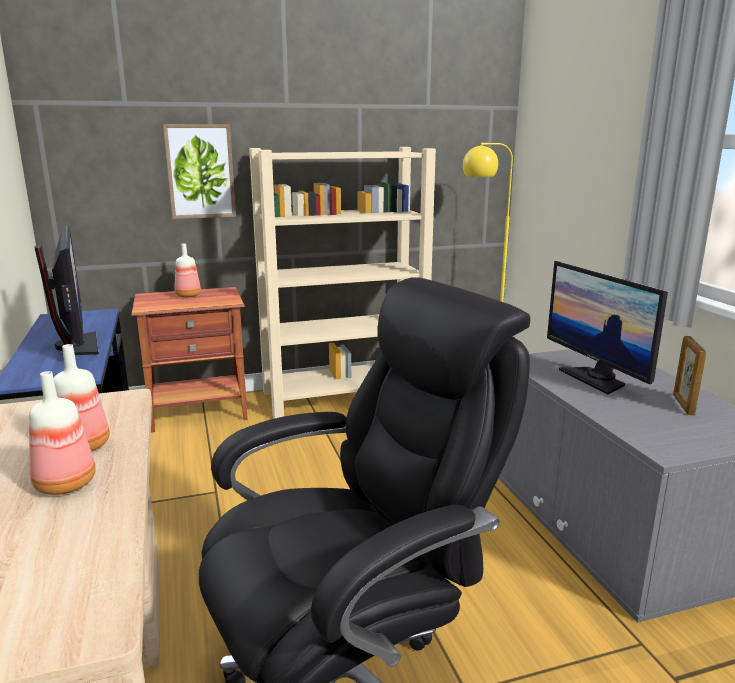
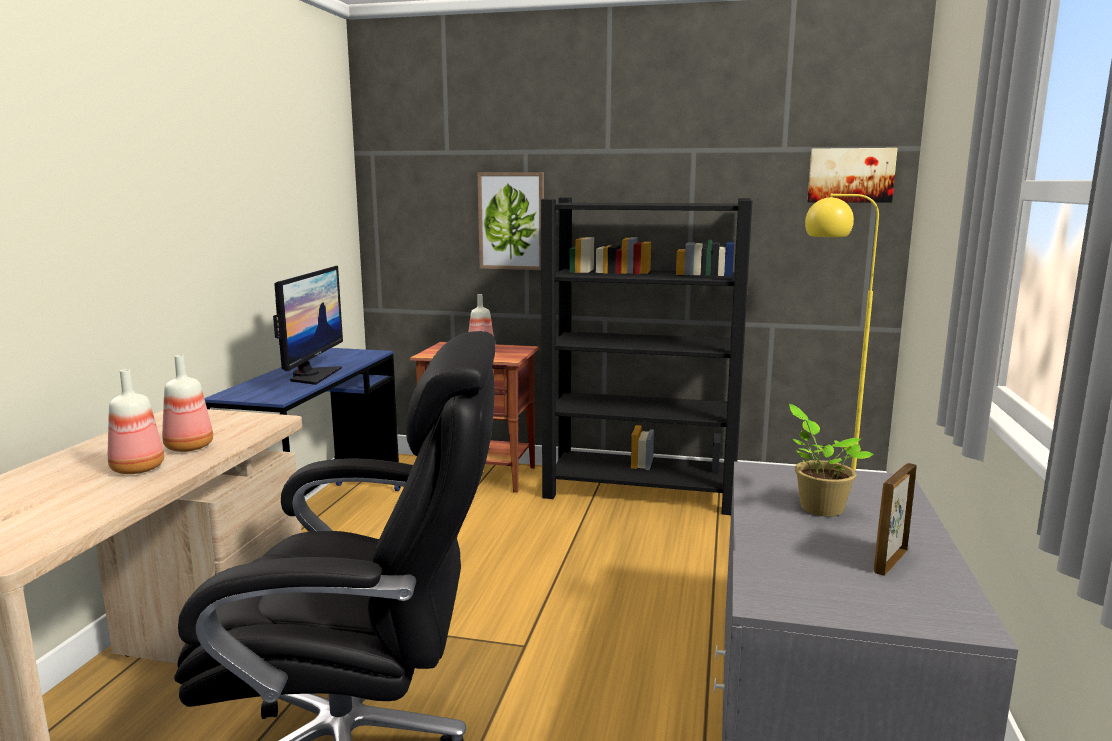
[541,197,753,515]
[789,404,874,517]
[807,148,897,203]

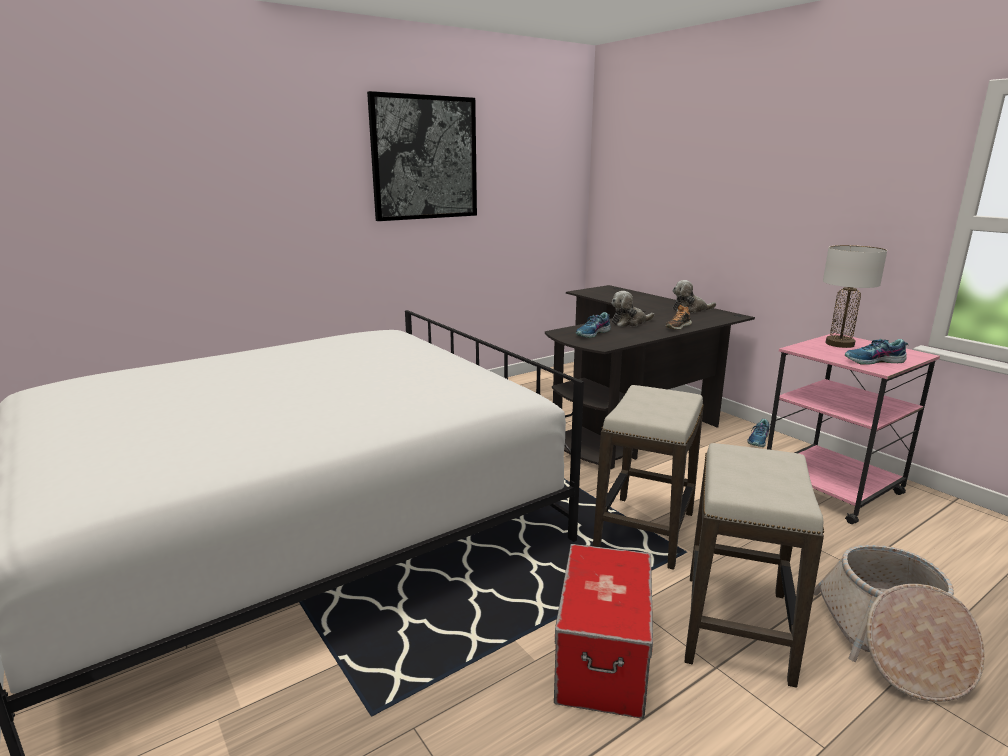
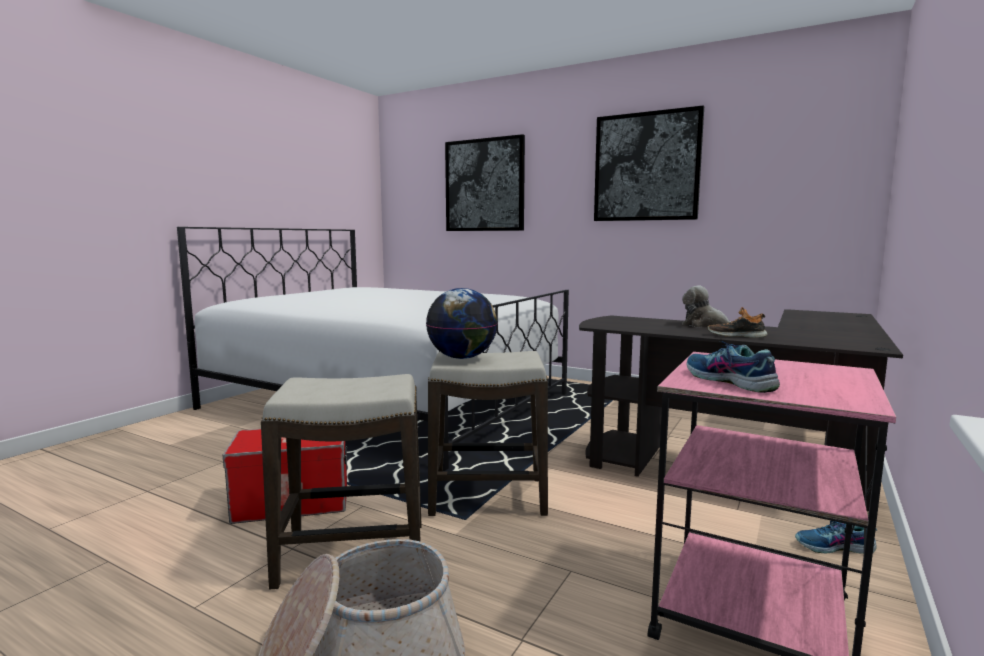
[576,312,611,338] (first image)
[672,280,716,313] (first image)
[823,245,887,348] (first image)
[426,288,497,359]
[445,134,525,231]

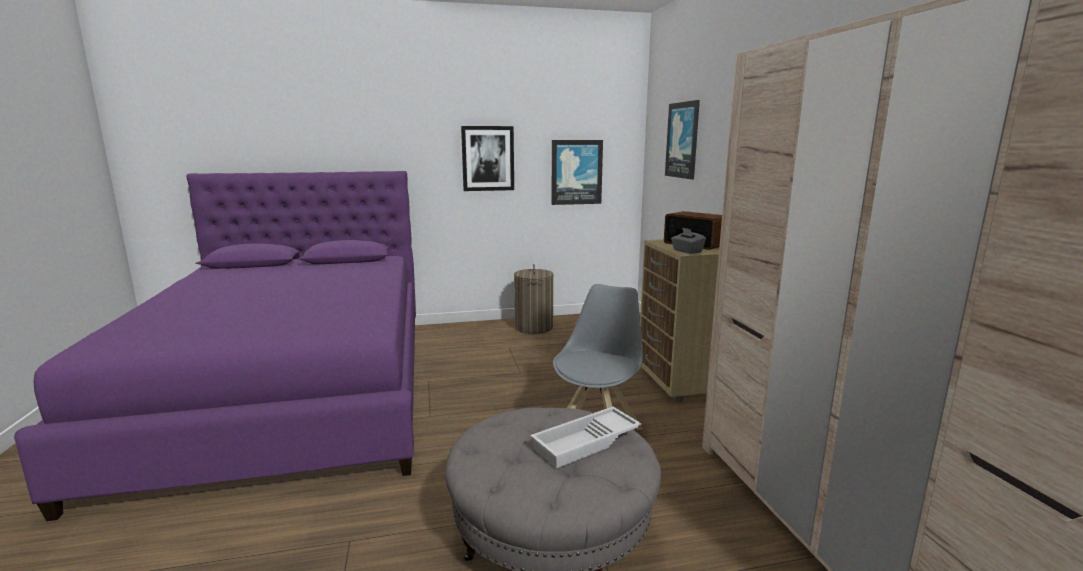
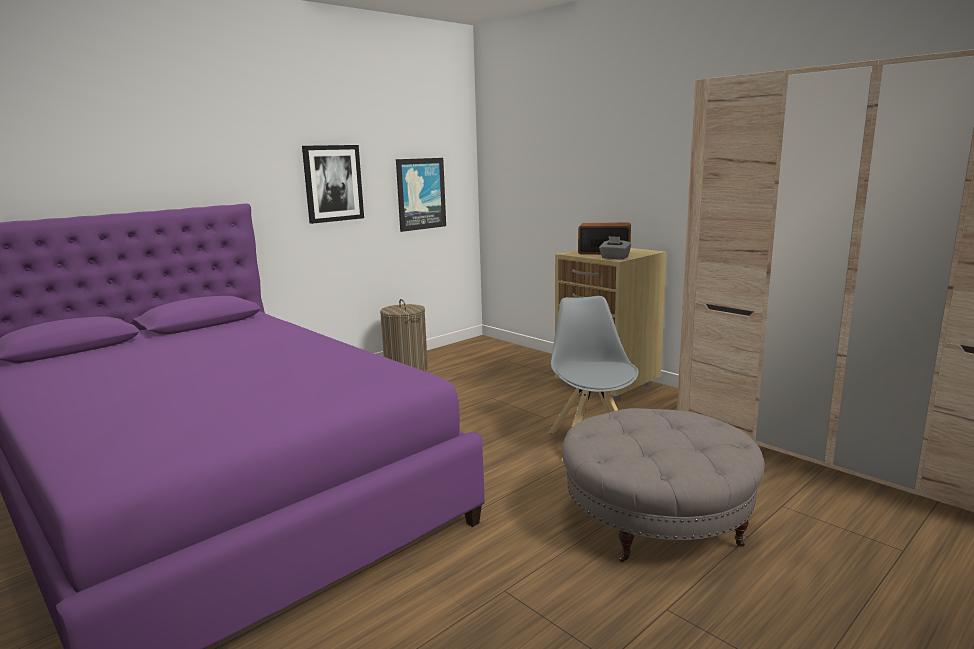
[530,407,642,469] (first image)
[665,100,700,180] (first image)

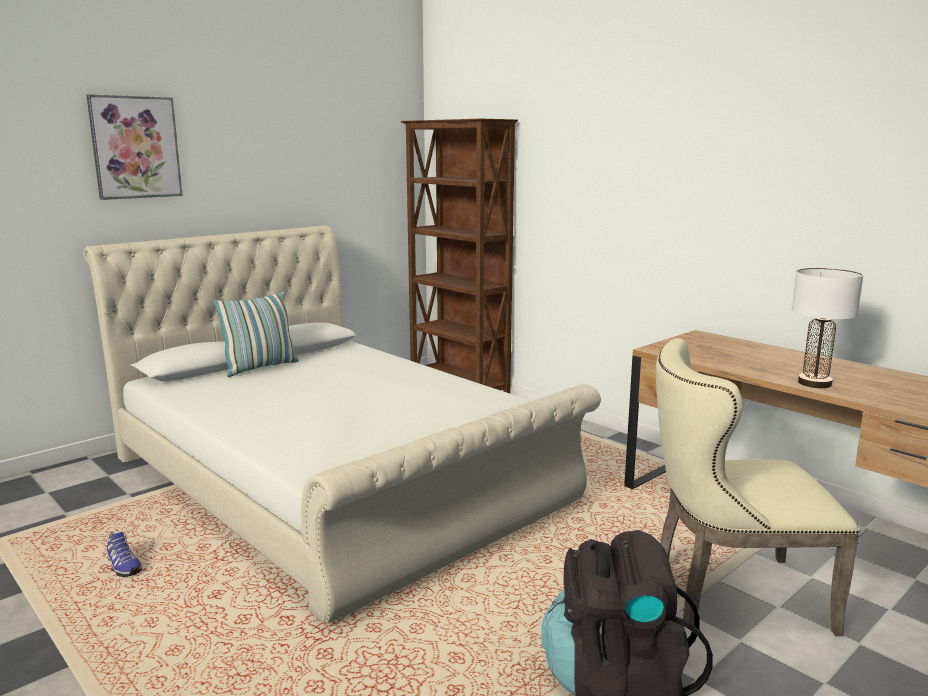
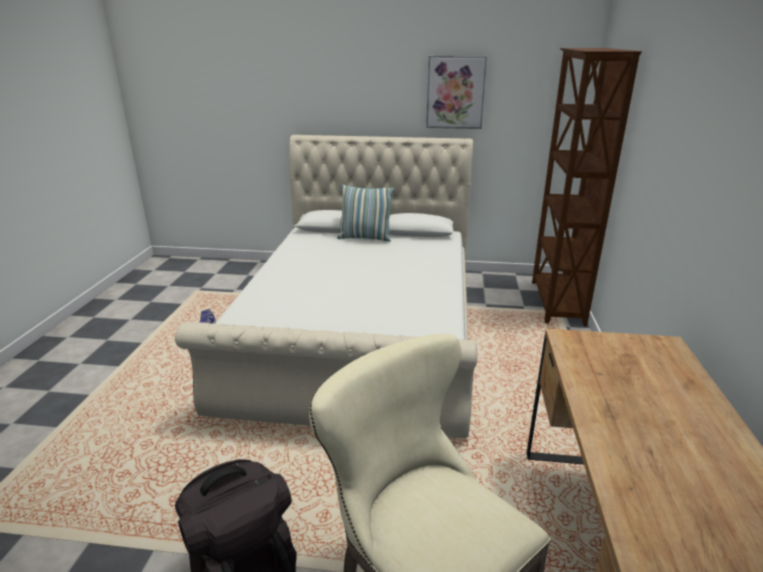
[426,56,487,129]
[792,268,863,388] (first image)

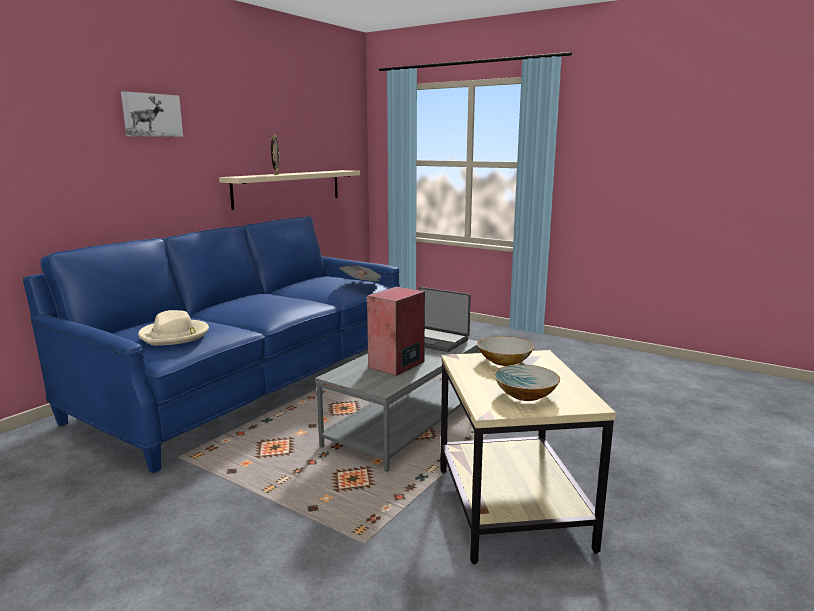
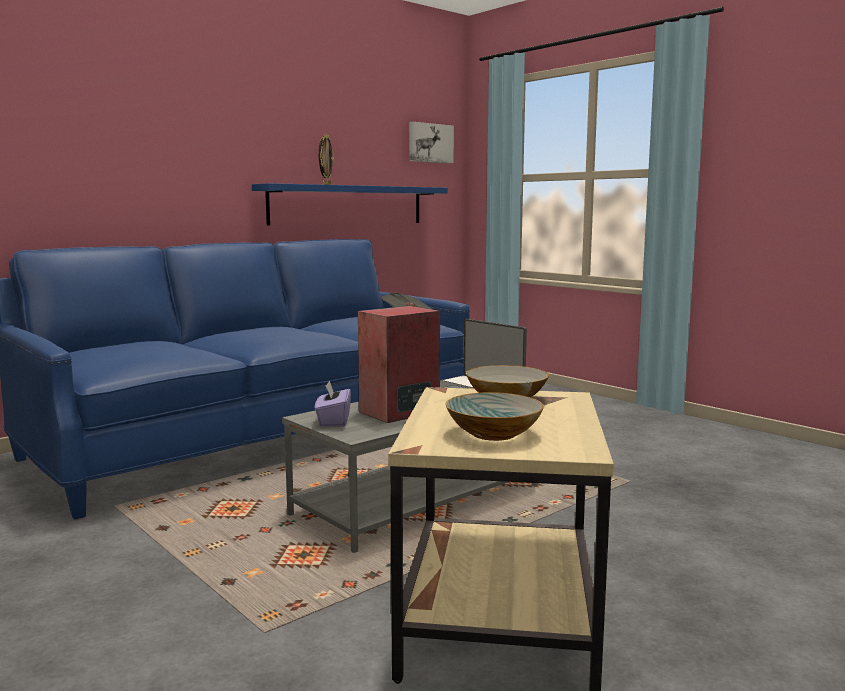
[409,122,454,164]
[138,310,209,345] (first image)
[252,183,448,226]
[315,380,351,427]

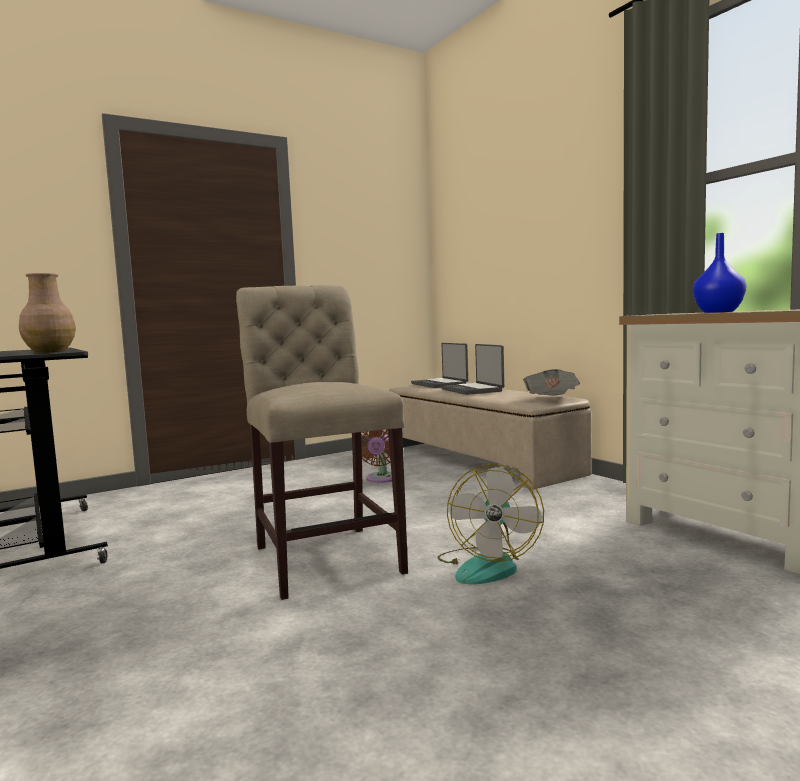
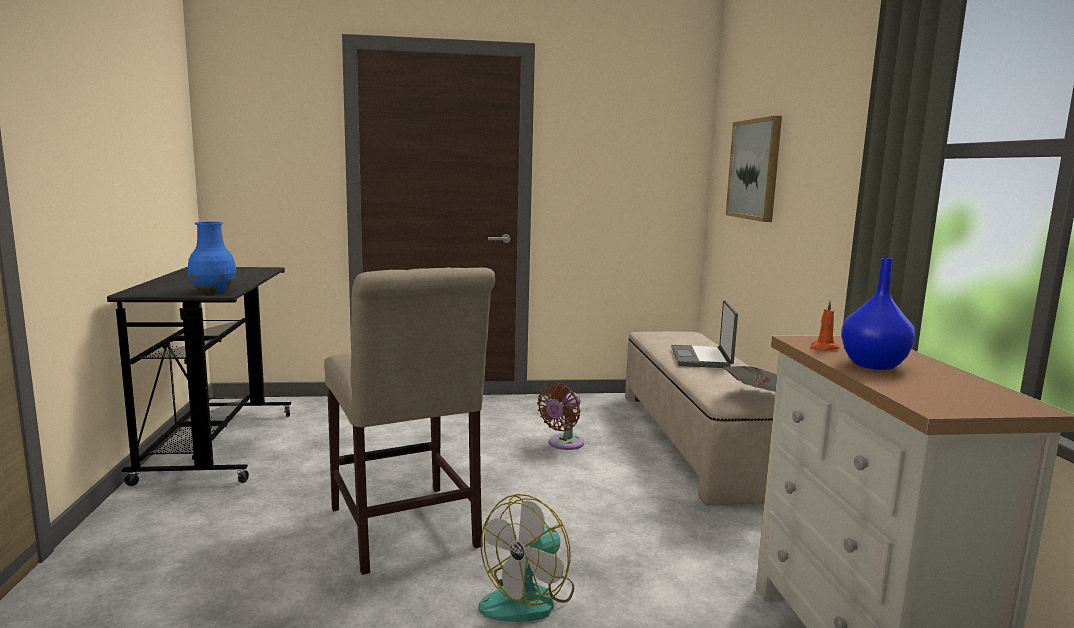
[188,222,236,294]
[324,267,495,575]
[411,343,468,388] (first image)
[726,116,782,222]
[810,301,840,350]

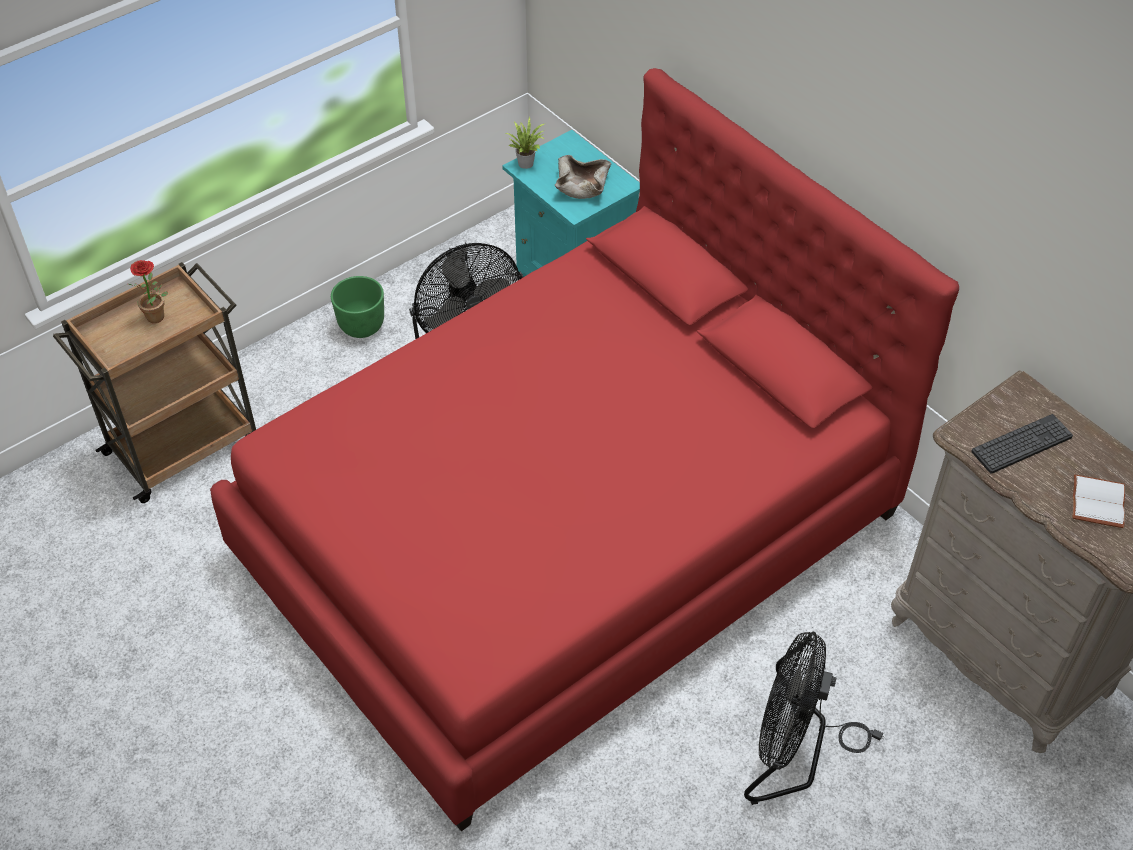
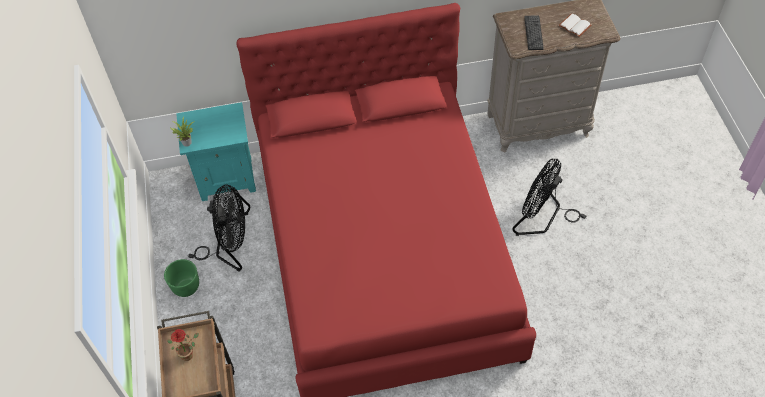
[555,155,611,199] (first image)
[512,158,587,236]

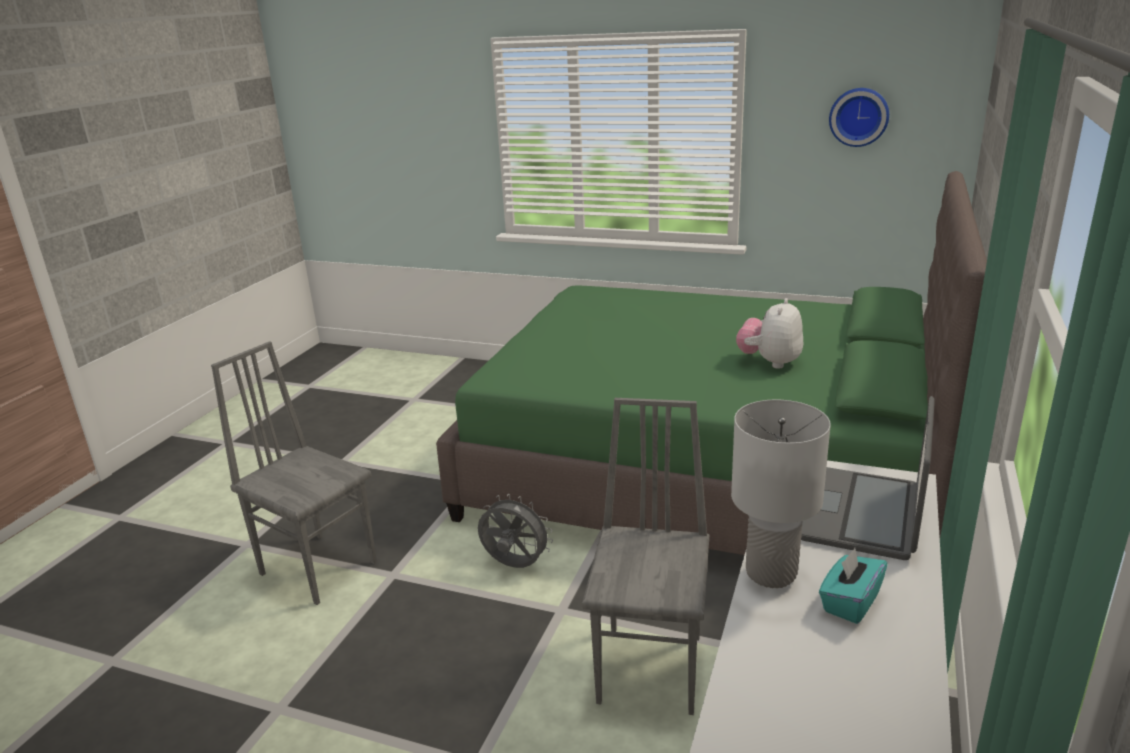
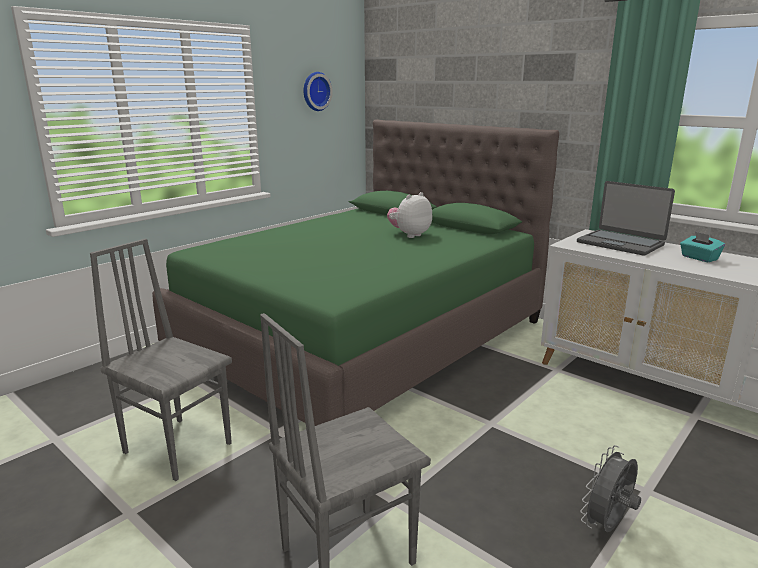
[580,445,641,532]
[90,239,232,481]
[731,400,831,588] (first image)
[387,192,432,238]

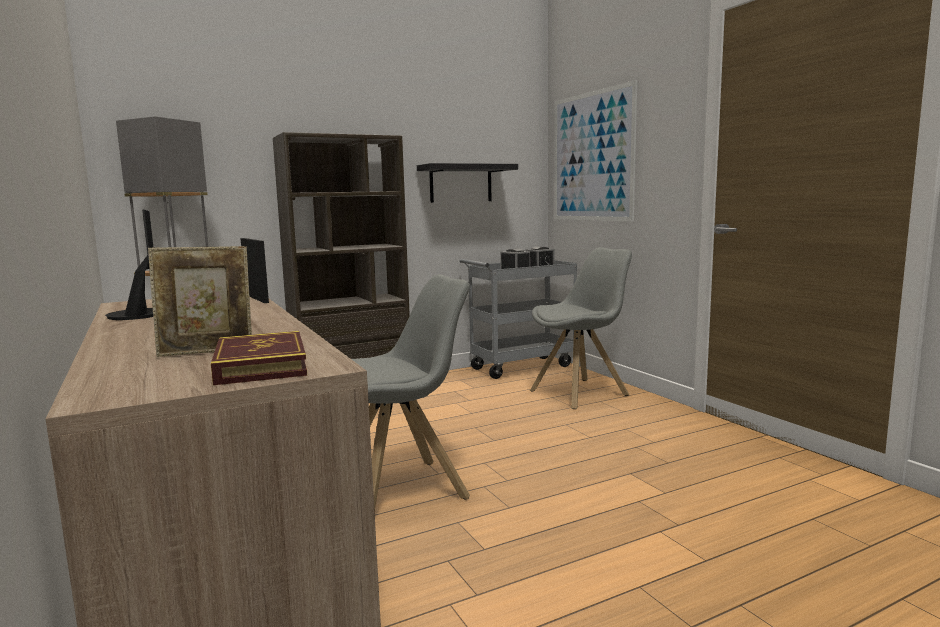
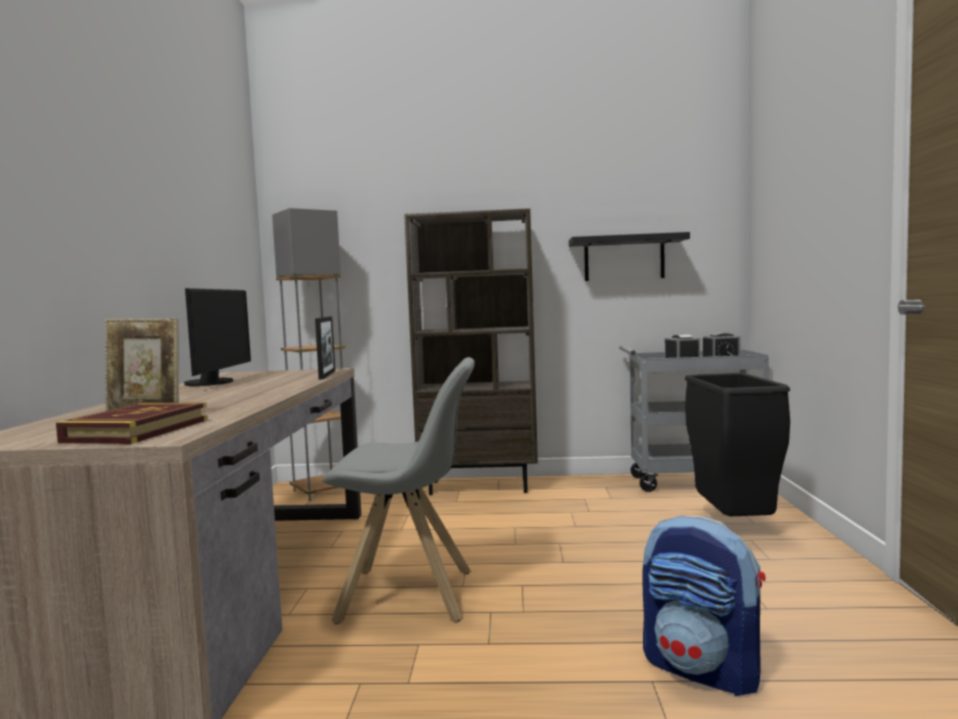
[685,373,790,516]
[554,80,637,222] (first image)
[642,516,766,696]

